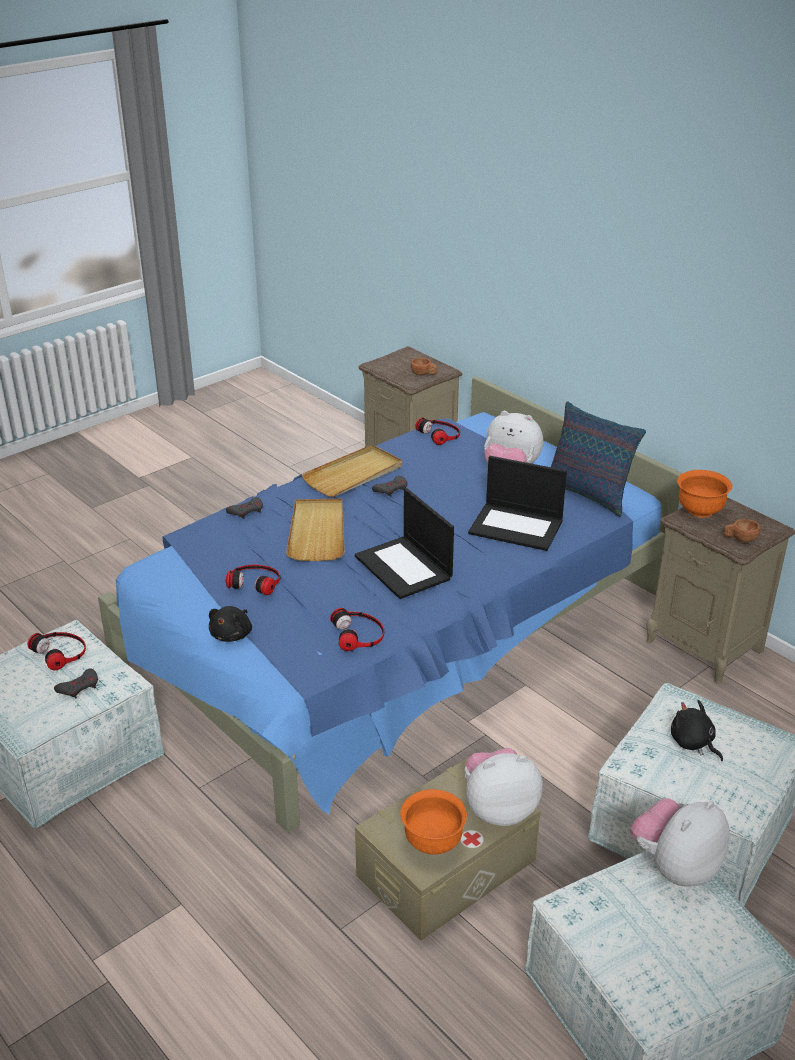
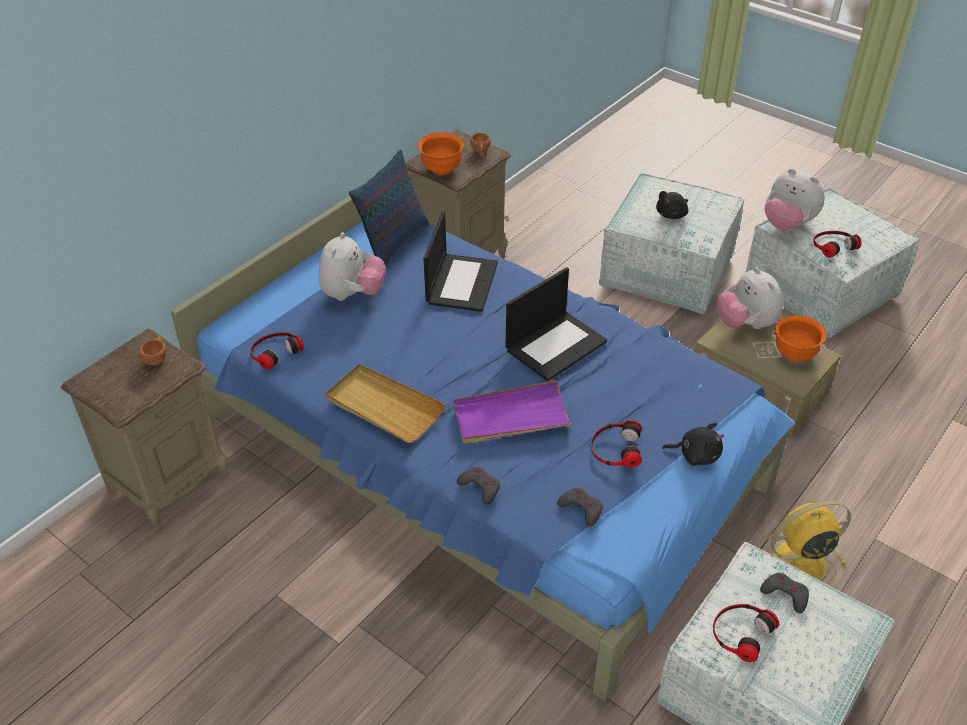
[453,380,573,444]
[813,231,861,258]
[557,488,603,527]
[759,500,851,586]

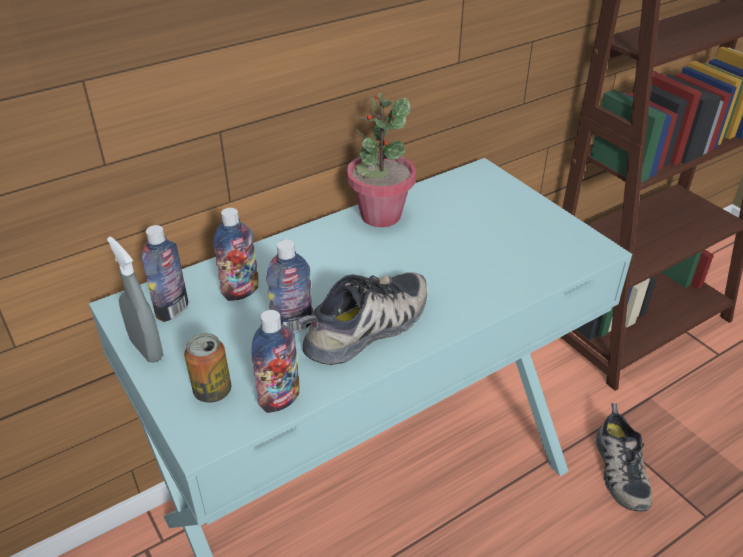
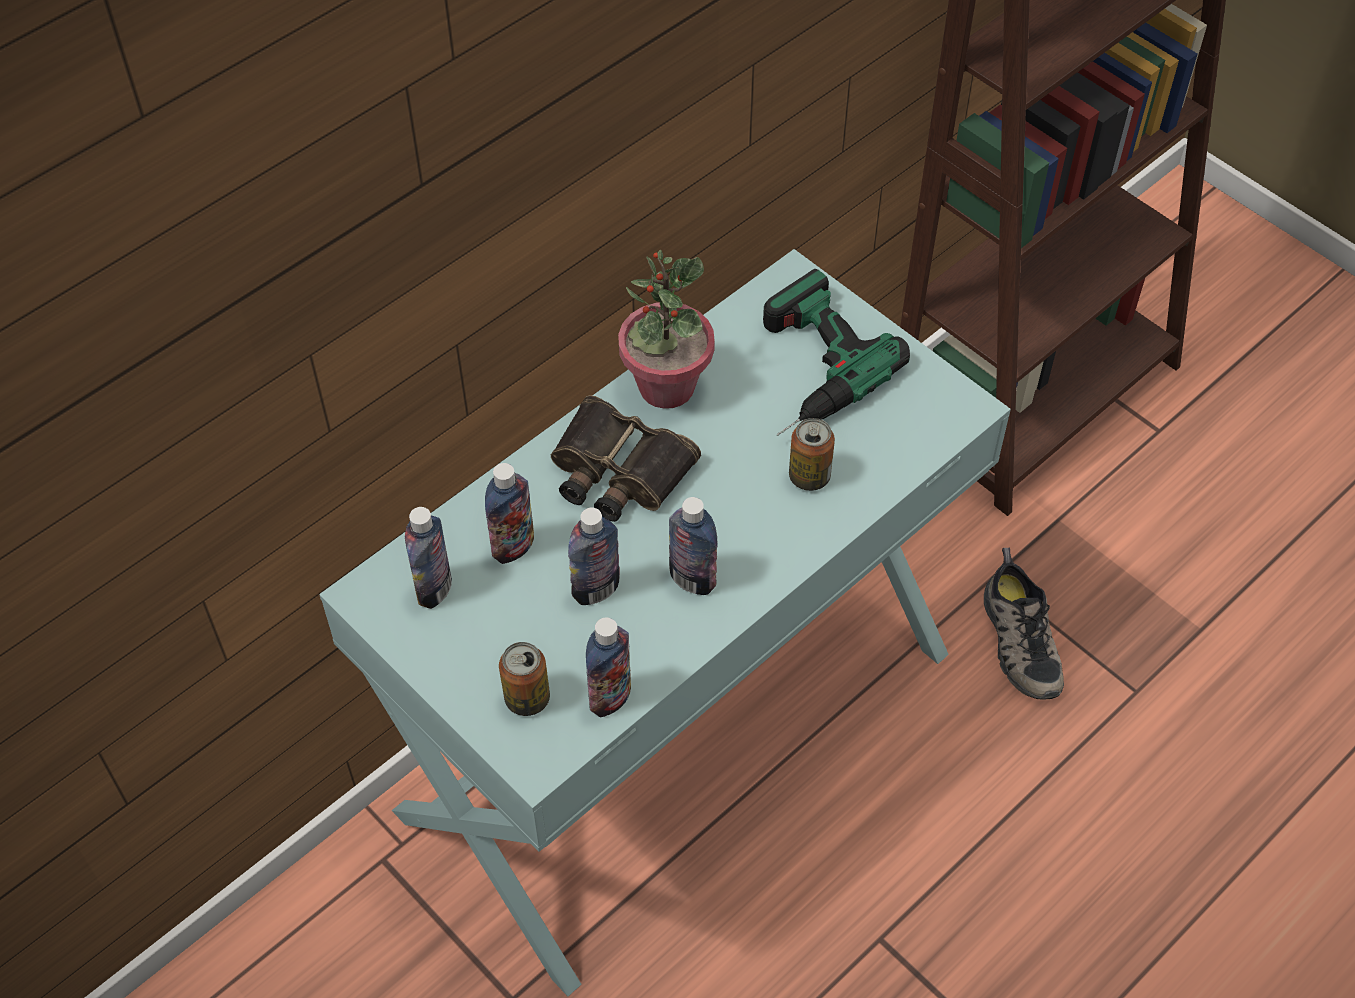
[107,237,163,363] (first image)
[669,497,717,595]
[551,395,701,522]
[763,269,910,436]
[789,418,835,491]

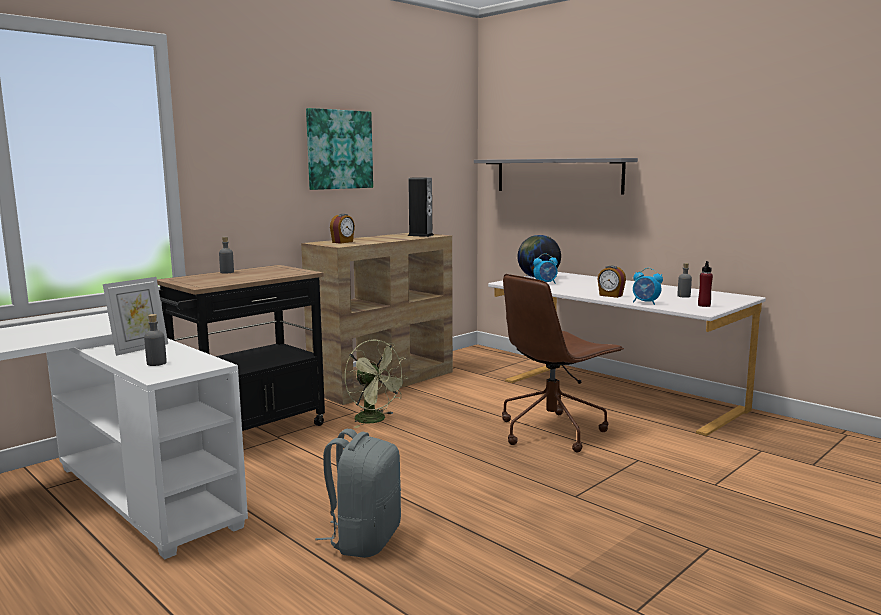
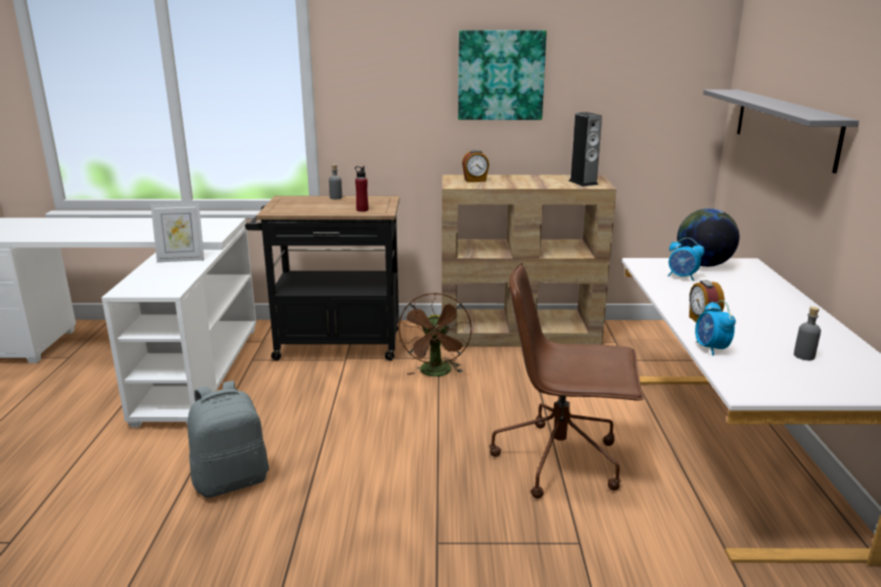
[144,314,167,366] (first image)
[398,293,472,377]
[355,166,369,212]

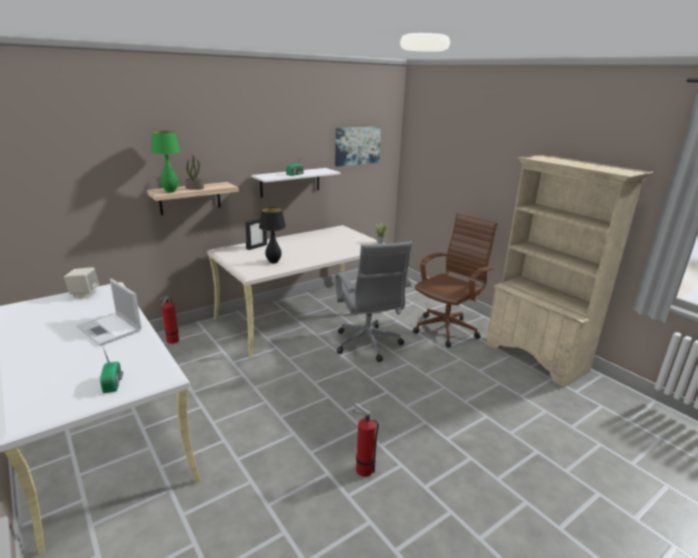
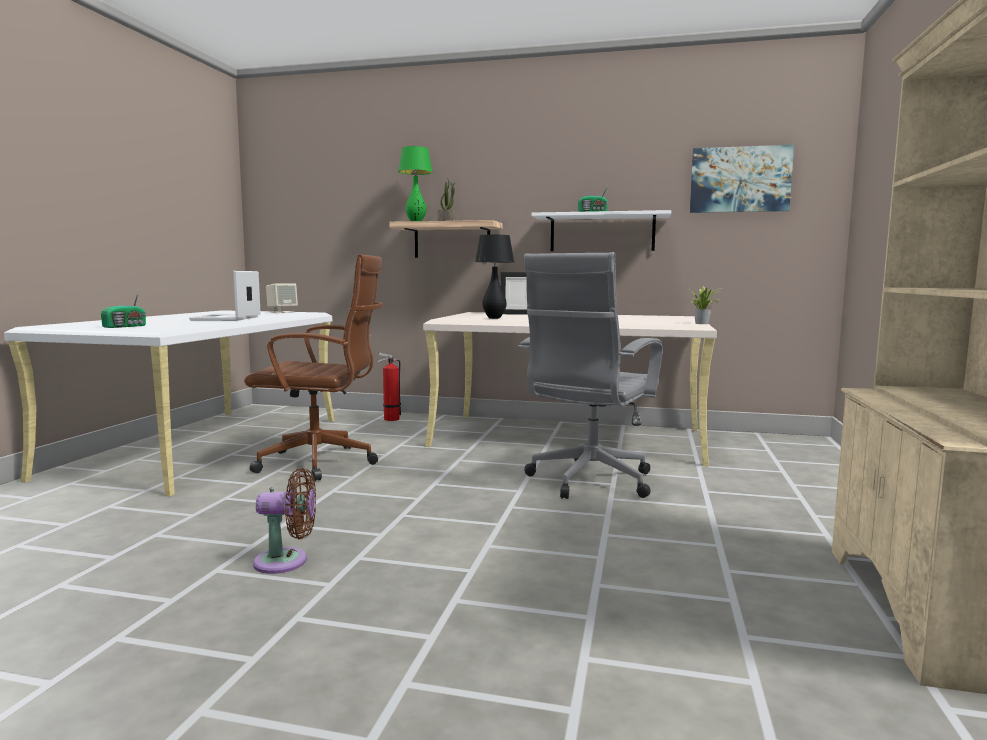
[253,468,316,574]
[244,254,383,481]

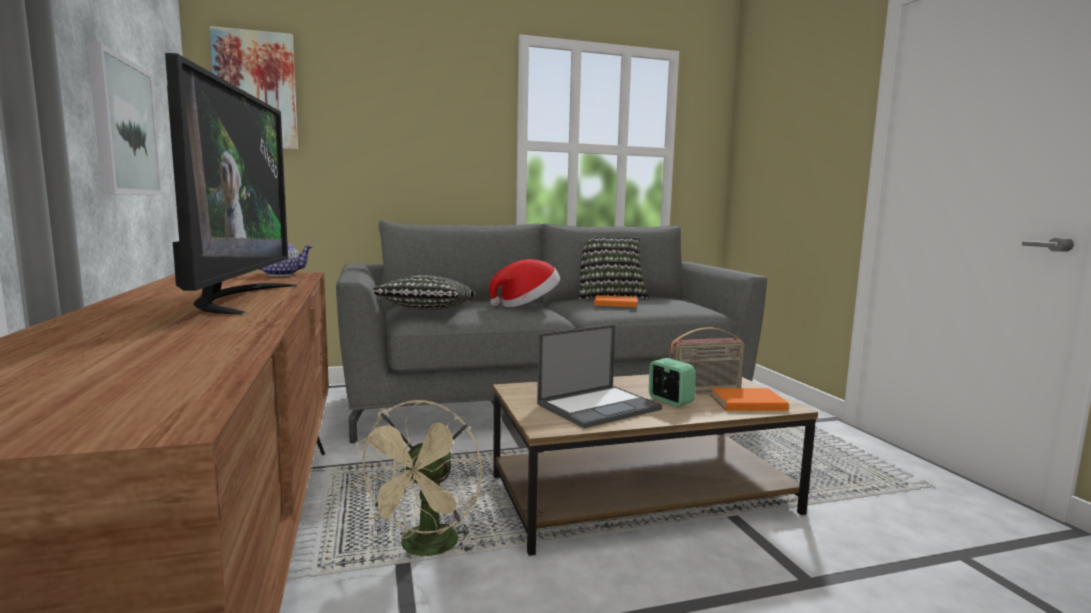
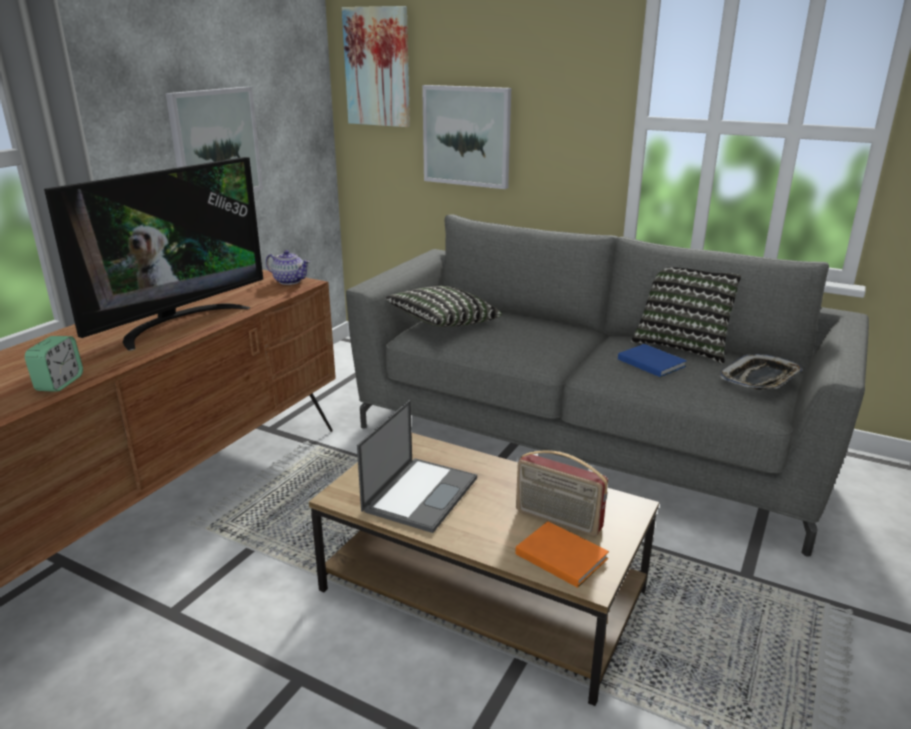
[351,400,482,556] (first image)
[489,259,560,307] (first image)
[357,400,477,533]
[618,344,687,377]
[25,336,83,392]
[422,85,511,189]
[719,354,803,390]

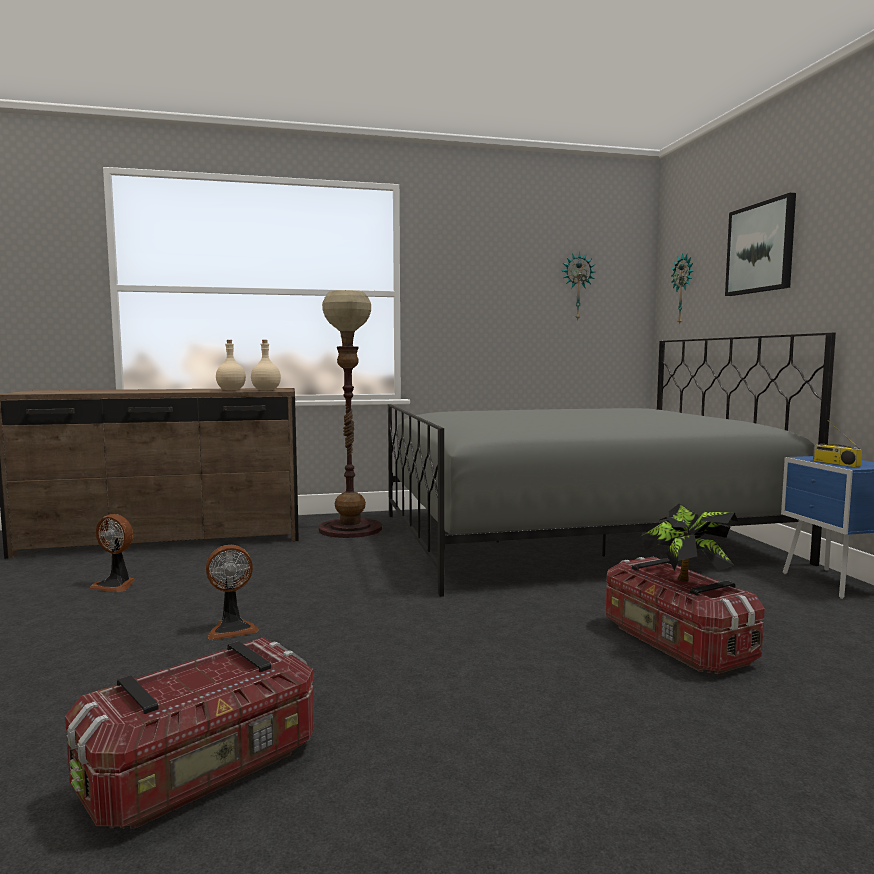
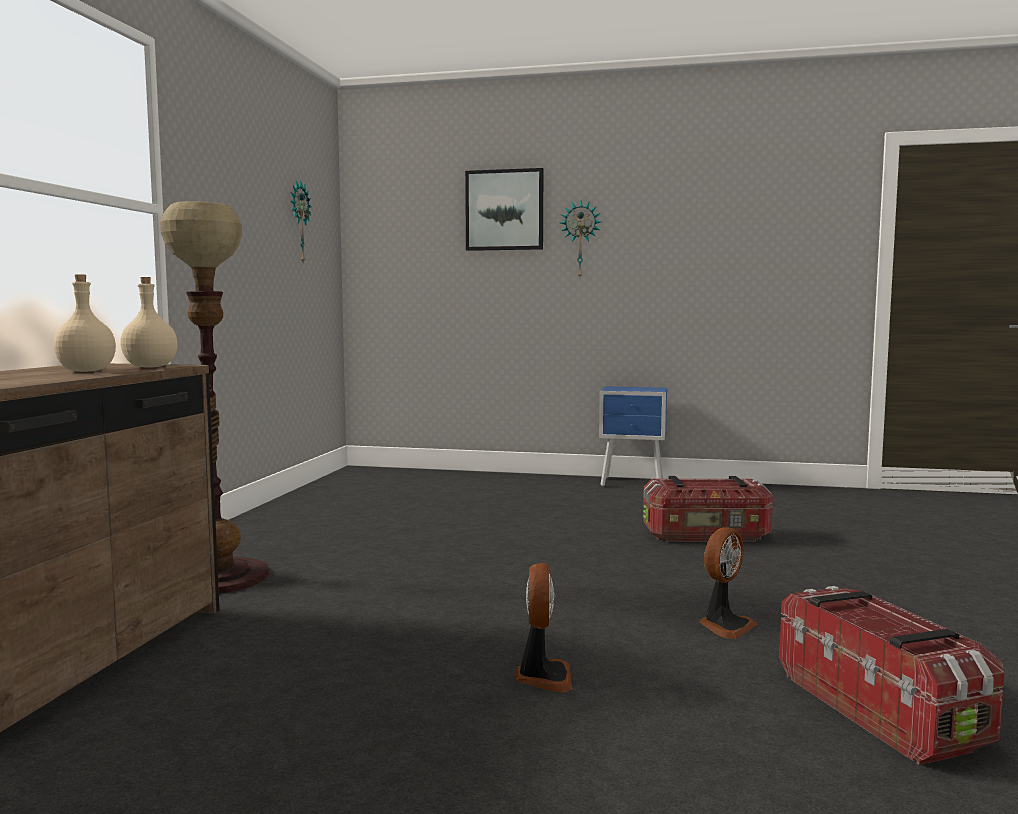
[699,527,758,639]
[388,333,836,597] (first image)
[641,503,738,582] (first image)
[560,201,601,277]
[813,420,862,467] (first image)

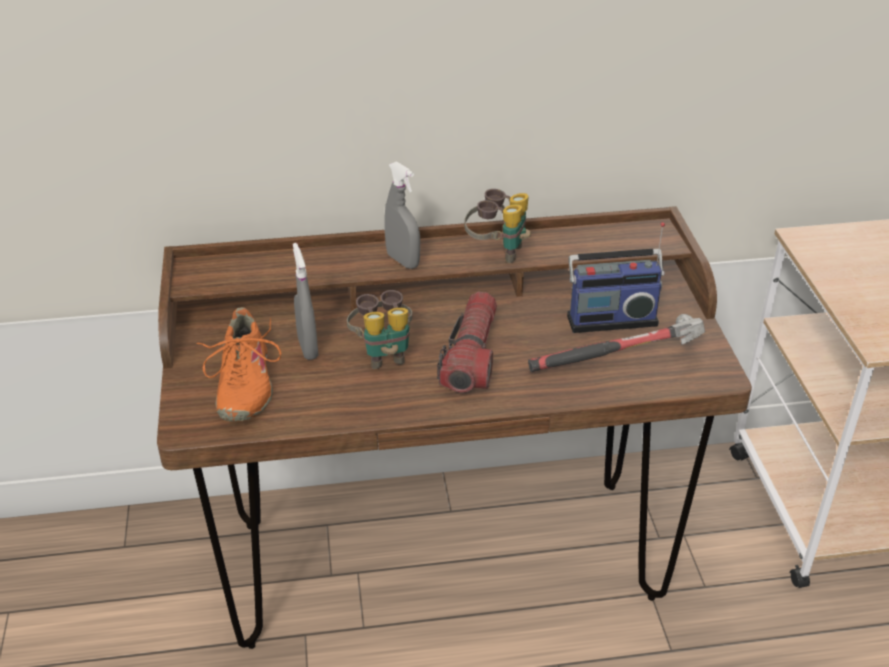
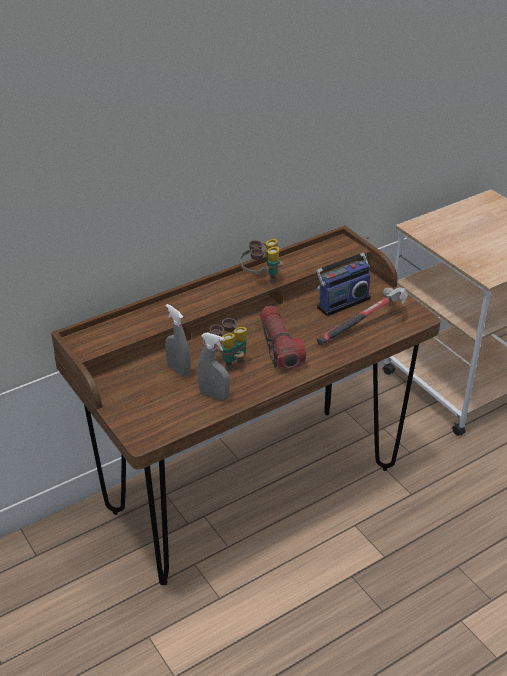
[197,307,281,422] (first image)
[197,332,230,401]

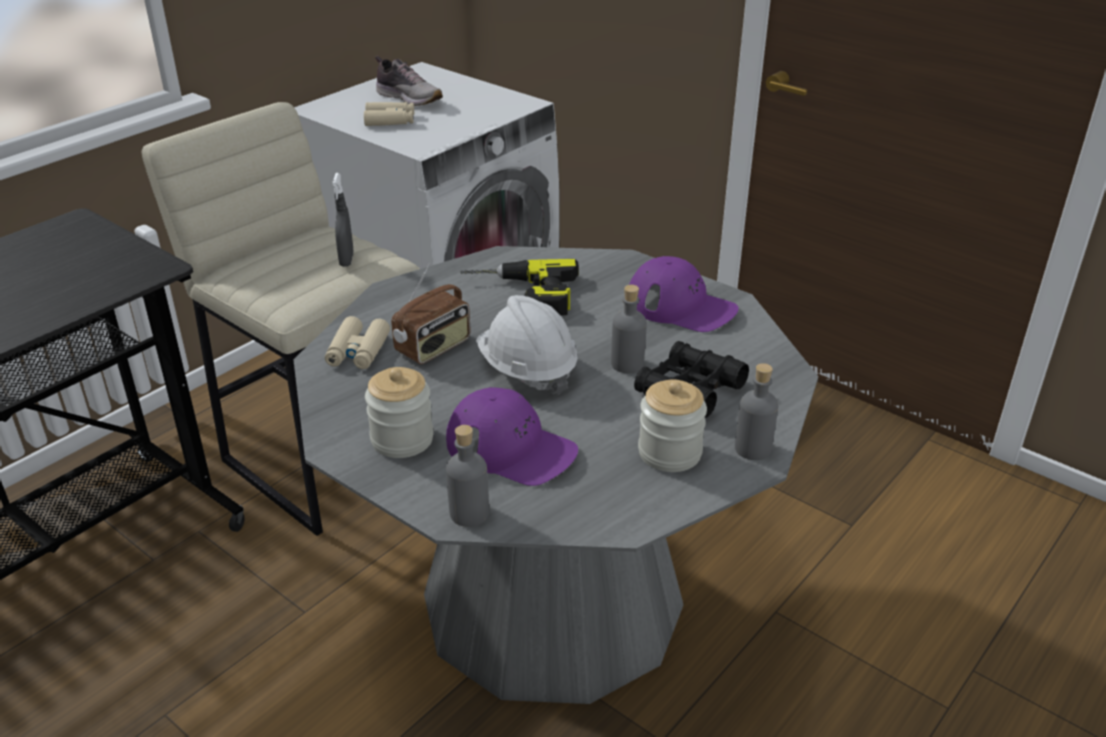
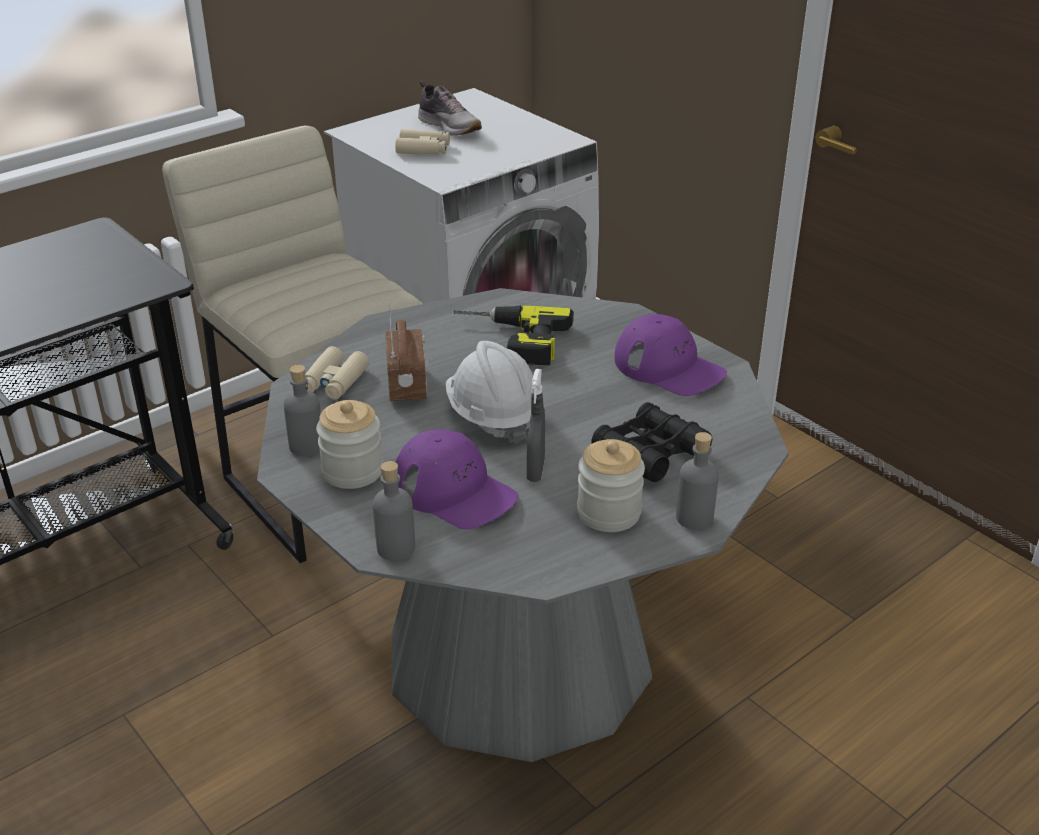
[527,369,545,482]
[385,305,428,401]
[284,365,321,456]

